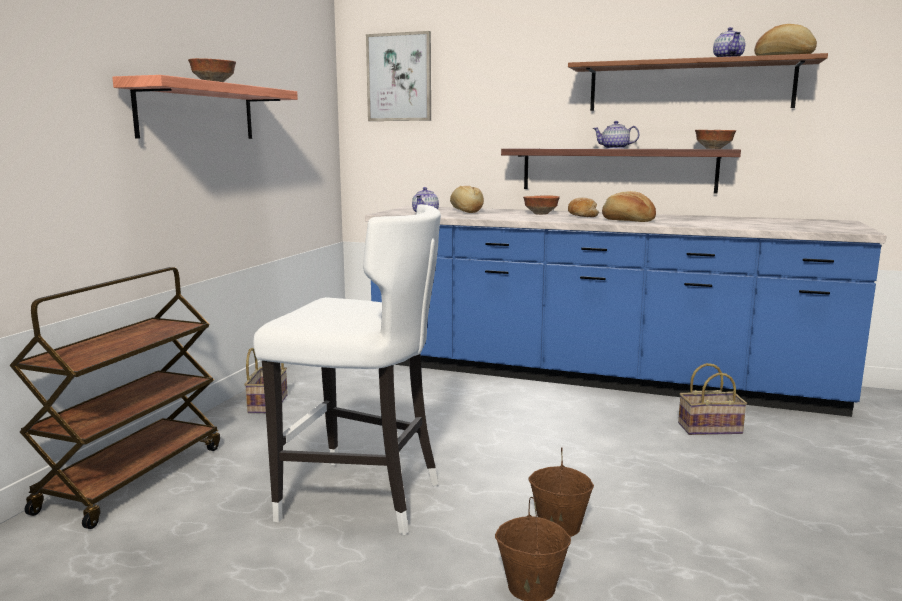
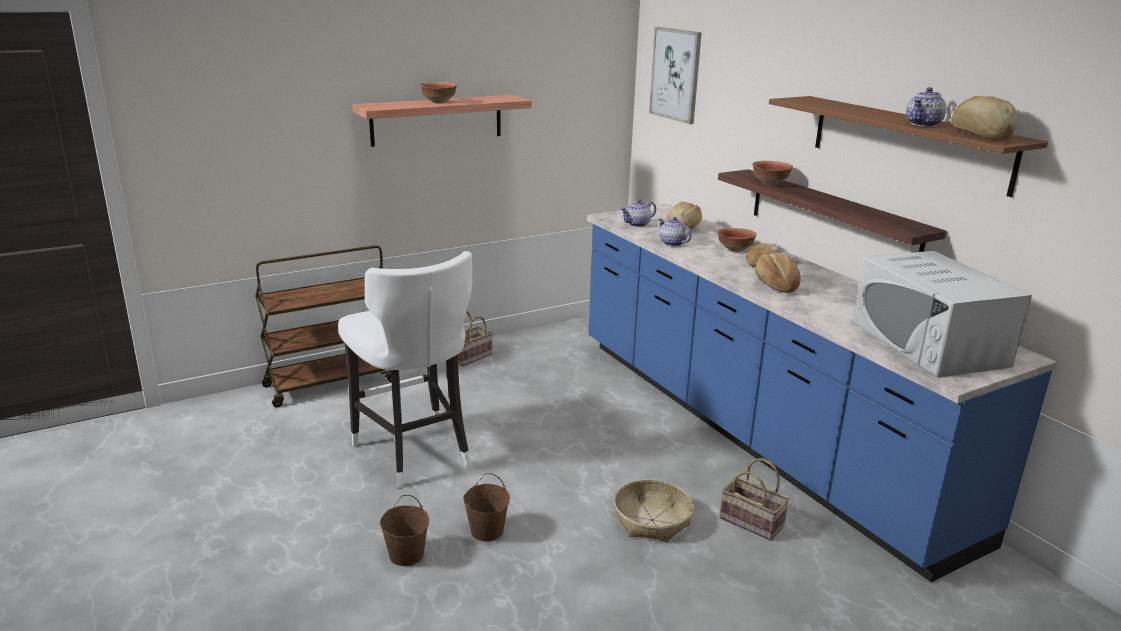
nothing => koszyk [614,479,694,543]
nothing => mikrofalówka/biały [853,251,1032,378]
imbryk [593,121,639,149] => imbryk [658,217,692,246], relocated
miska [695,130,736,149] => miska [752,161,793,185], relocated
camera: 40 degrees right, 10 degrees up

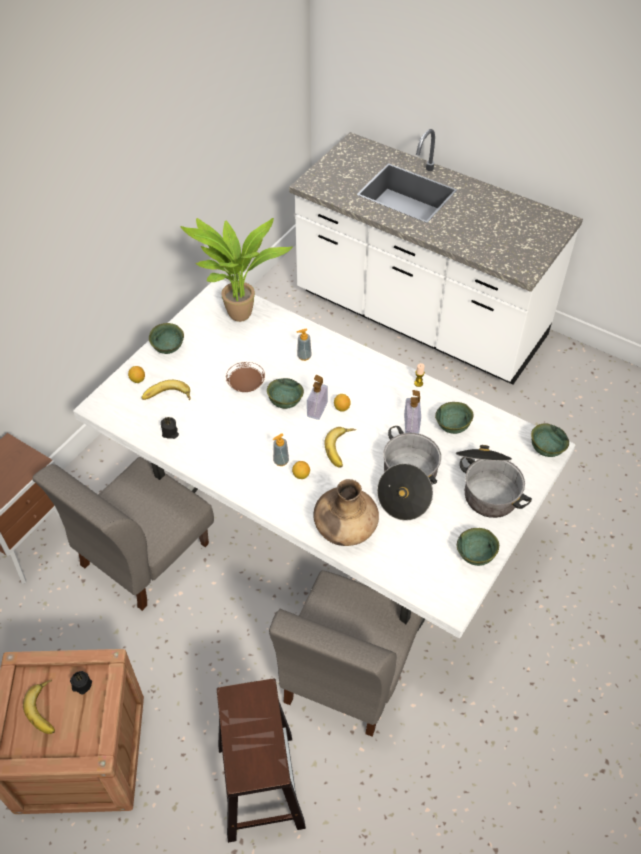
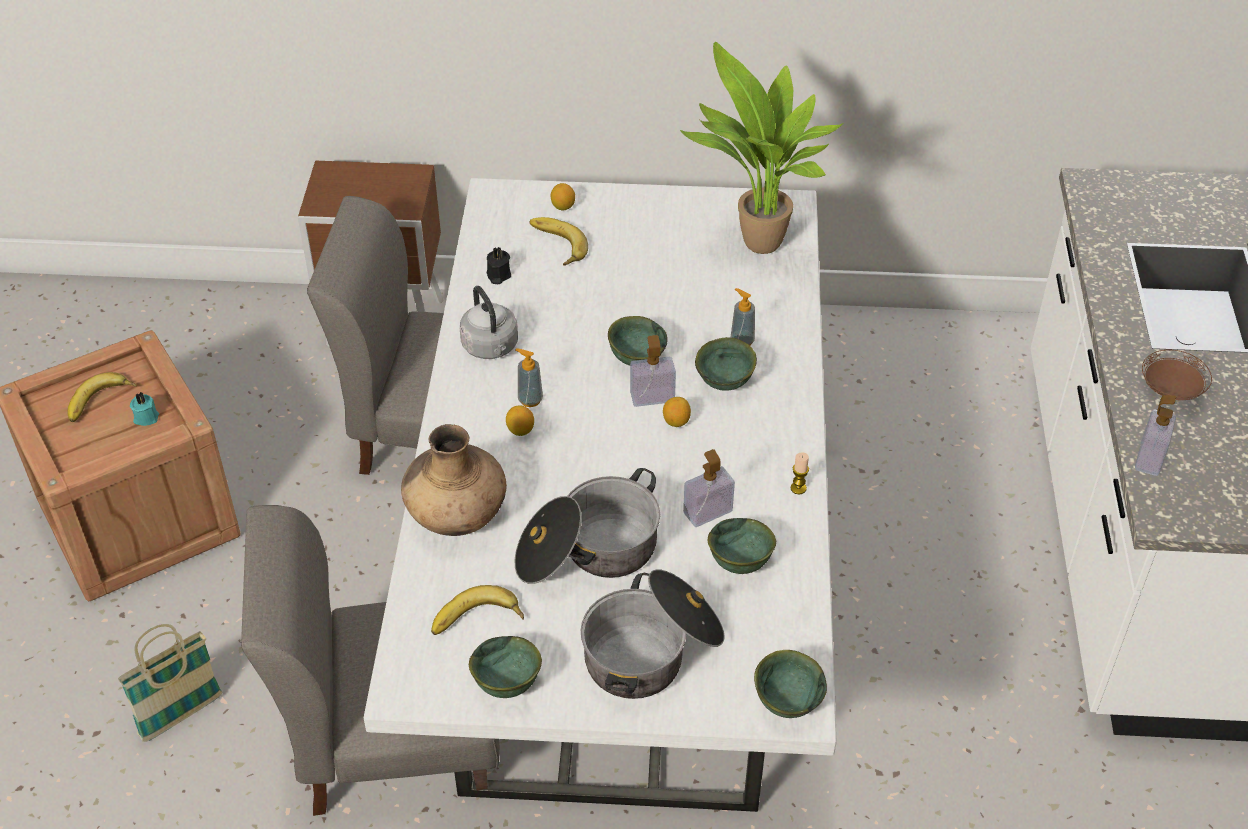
nothing => czajnik/szary [460,286,518,359]
nothing => dozownik mydła [1135,395,1176,476]
miska/zielony [149,323,184,354] => miska/zielony [695,337,757,391], relocated
talerz/brązowy [226,362,265,392] => talerz/brązowy [1142,350,1212,400], relocated
banan [324,427,356,468] => banan [431,585,524,635], relocated
stołek/brązowy [217,679,306,843] => koszyk [118,624,222,742]
świeca/czarny [70,671,92,695] => świeca/turkusowy [130,392,159,426]
camera: 60 degrees right, 5 degrees down

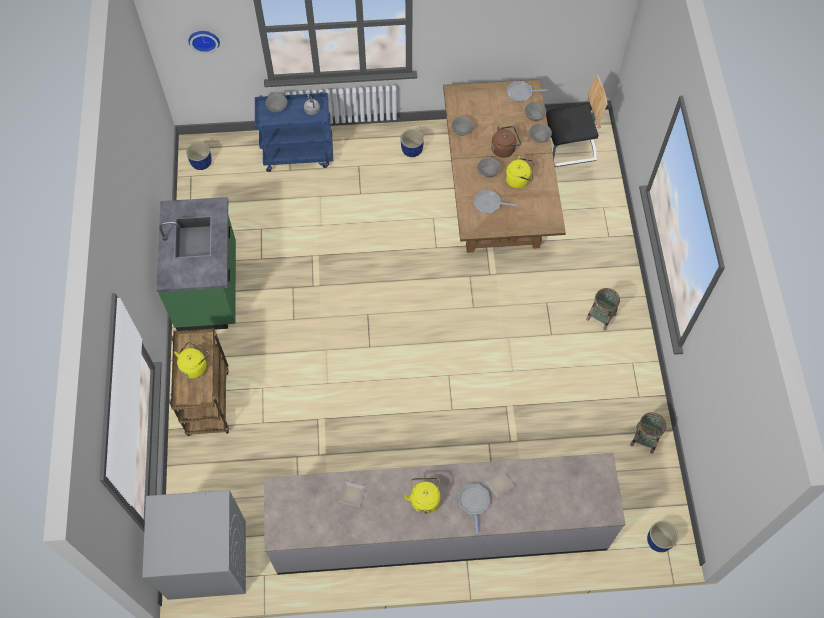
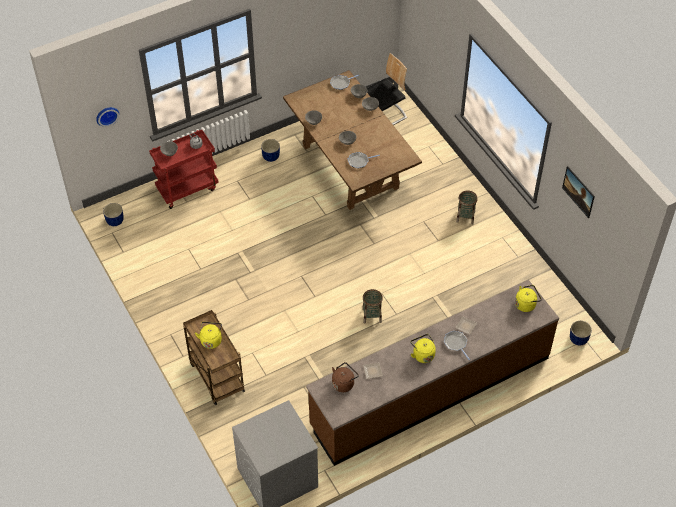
zabudowa kuchenna/zielony [156,197,236,331] => nothing
nothing => obraz [562,166,595,218]
czajnik/brązowy [491,126,521,158] => czajnik/brązowy [332,362,359,392], relocated
czajnik/żółty [505,156,534,188] => czajnik/żółty [515,285,542,312], relocated
koszyk [630,412,666,454] => koszyk [362,289,383,324], relocated
wózek/niebieski [255,92,333,172] => wózek/czerwony [149,130,219,209]
zabudowa kuchenna/szary [264,453,626,574] => zabudowa kuchenna/brązowy [306,280,559,466]
camera: 25 degrees left, 10 degrees down

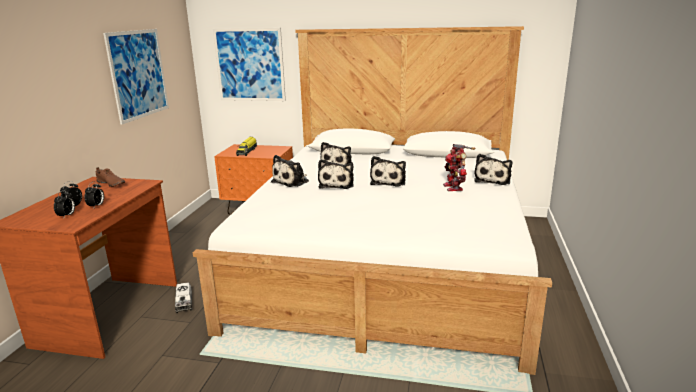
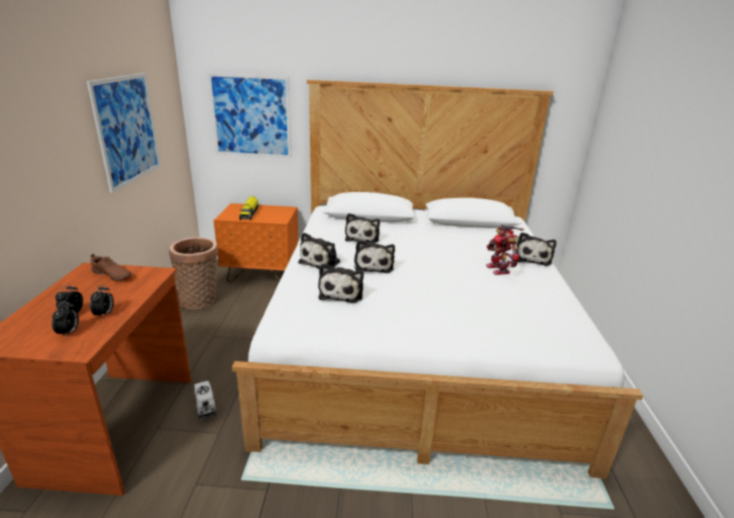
nothing => koszyk [169,237,218,310]
pluszak [370,156,406,187] => pluszak [318,263,364,303], relocated
camera: 10 degrees left, 5 degrees up

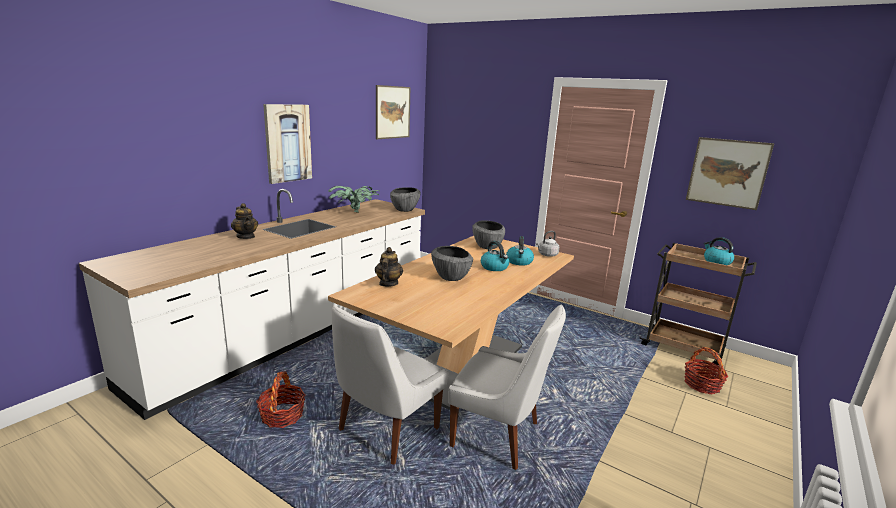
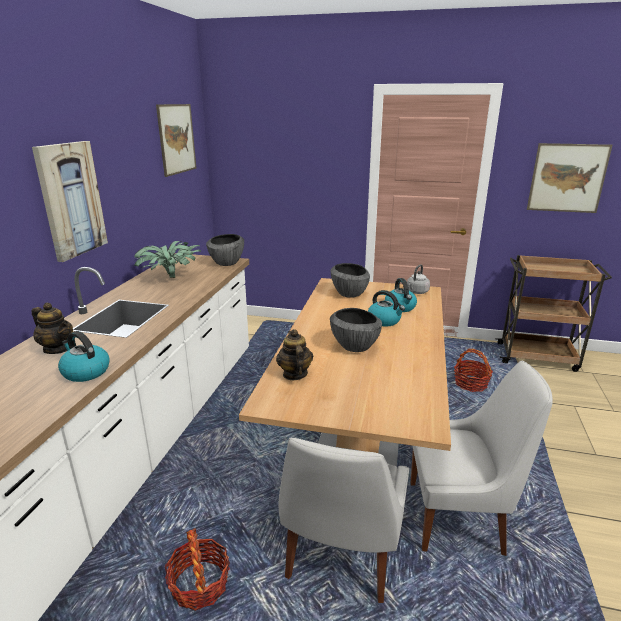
koszyk [684,347,728,394] => koszyk [454,349,493,392], relocated
czajnik [704,237,735,265] => czajnik [58,331,110,382], relocated
camera: 20 degrees left, 5 degrees up

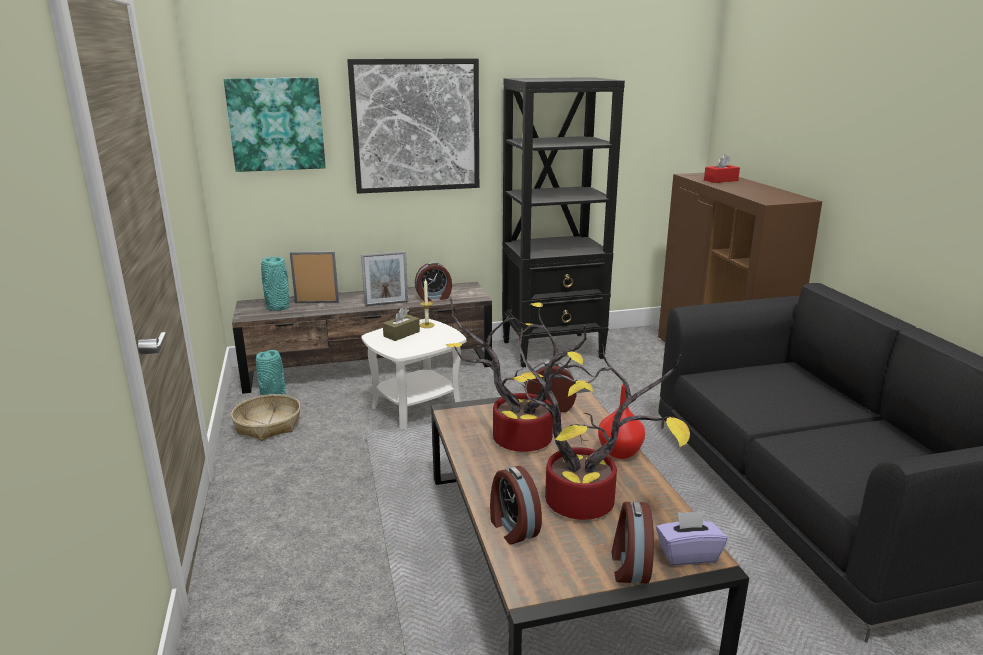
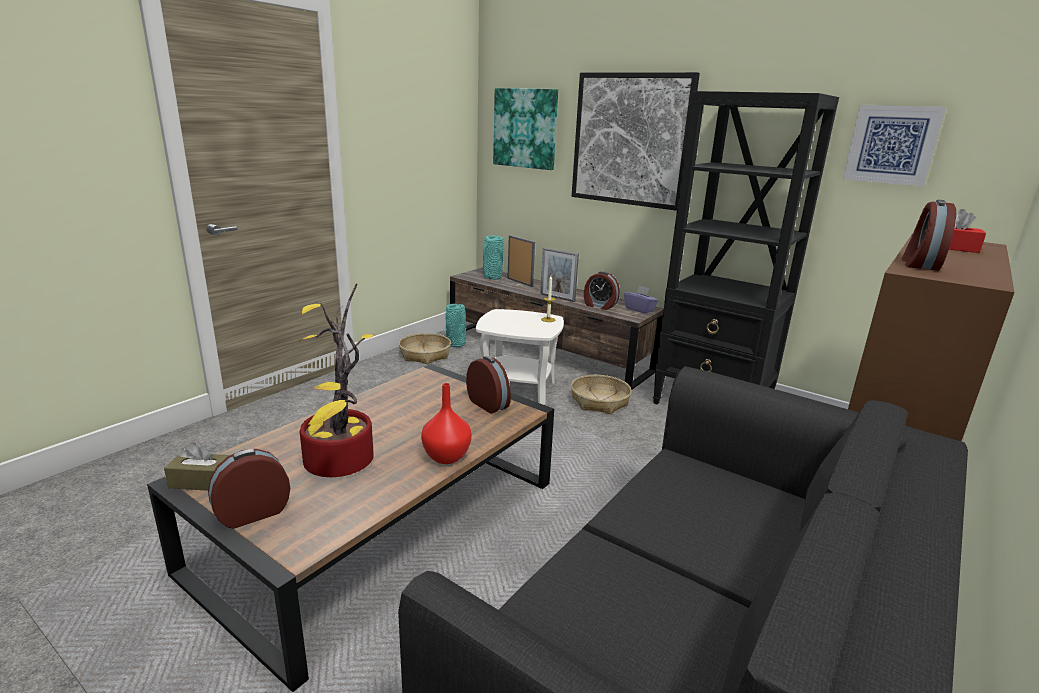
roślina doniczkowa [446,298,593,452] => nothing
nothing => koszyk [571,375,631,414]
nothing => obraz [843,105,946,186]
pudełko chusteczek/brązowy [383,307,420,341] => pudełko chusteczek/brązowy [164,442,230,491], relocated
budzik [490,466,542,545] => budzik [902,200,956,271], relocated
pudełko chusteczek/fioletowy [656,511,727,565] => pudełko chusteczek/fioletowy [624,285,658,314], relocated
camera: 50 degrees right, 0 degrees up

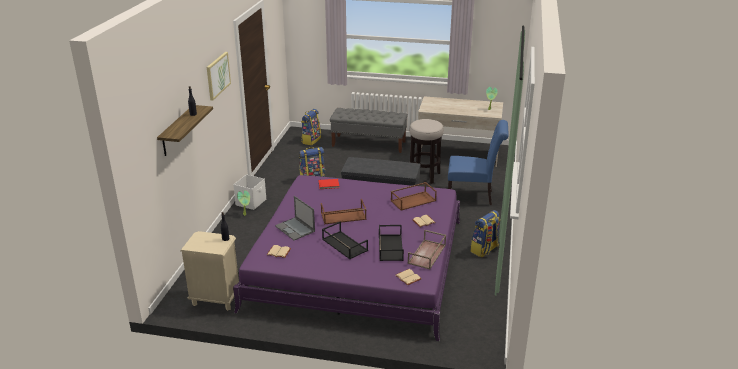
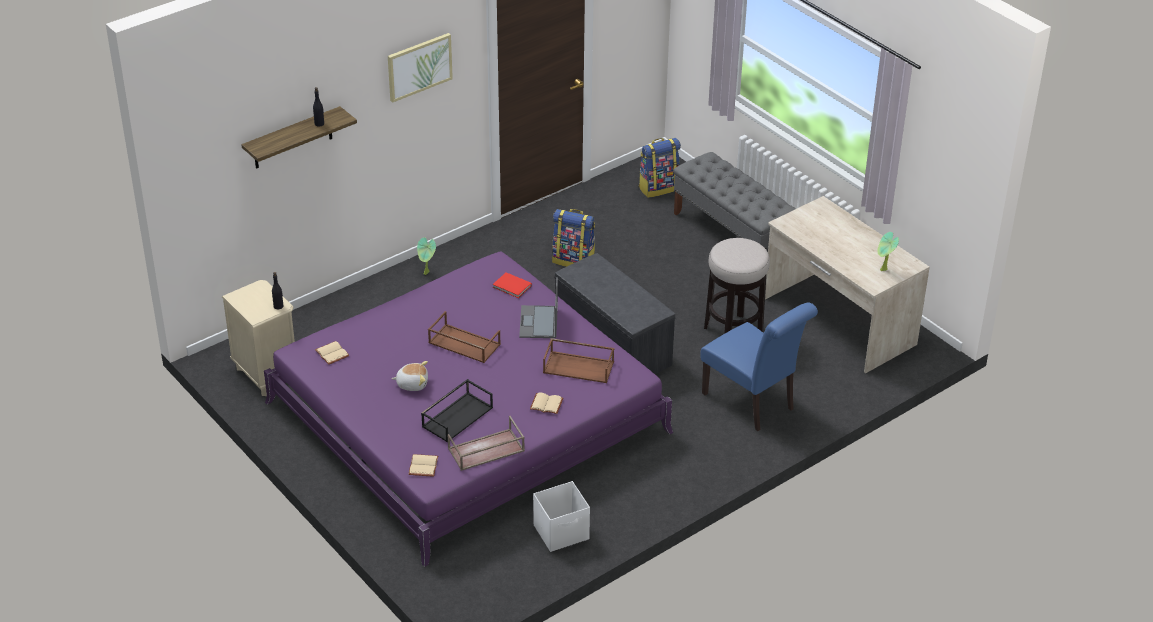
plecak [470,210,500,258] => nothing
pojemnik do przechowywania/biały [233,174,266,210] => pojemnik do przechowywania/biały [533,481,590,552], relocated
laptop [275,196,315,240] => laptop [519,277,558,338], relocated
taca/czarny [322,221,368,259] => pluszak [392,361,428,391]
camera: 40 degrees right, 10 degrees up

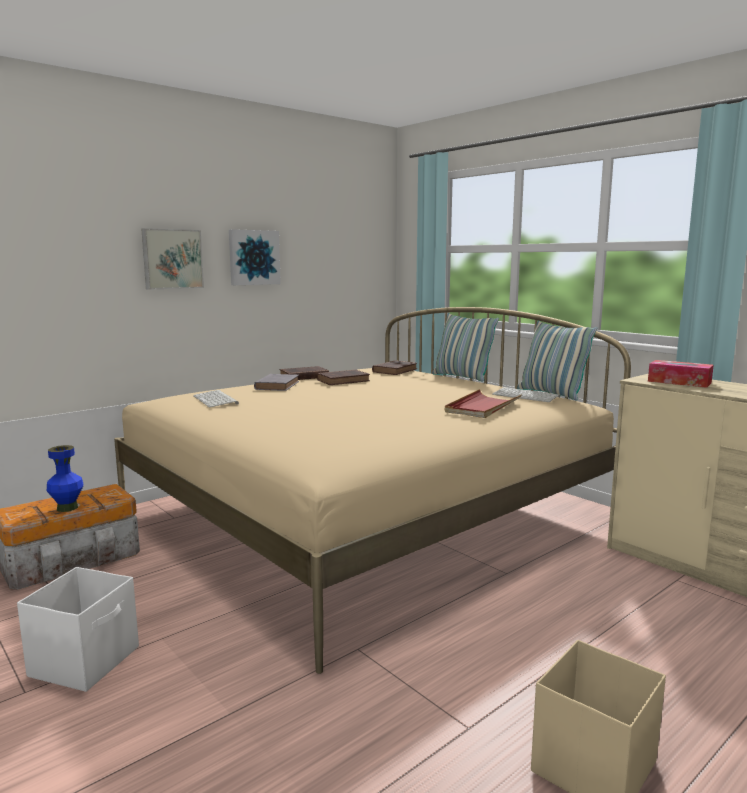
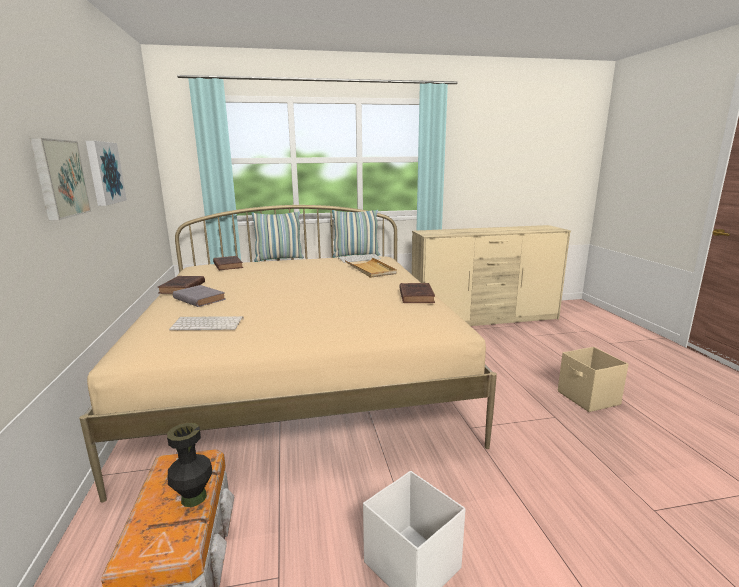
pudełko chusteczek [648,360,714,388] => nothing
książka/brązowy [317,370,370,385] => książka/brązowy [399,283,435,303], relocated
wazon/niebieski [47,445,83,512] => wazon/czarny [167,423,212,507]
taca/czerwony [445,389,522,418] => taca/beżowy [345,257,397,278]
camera: 60 degrees left, 5 degrees up

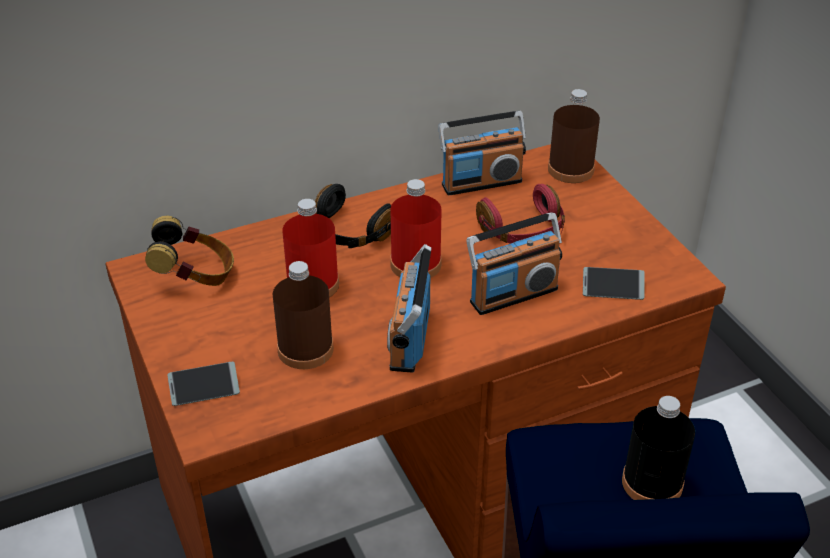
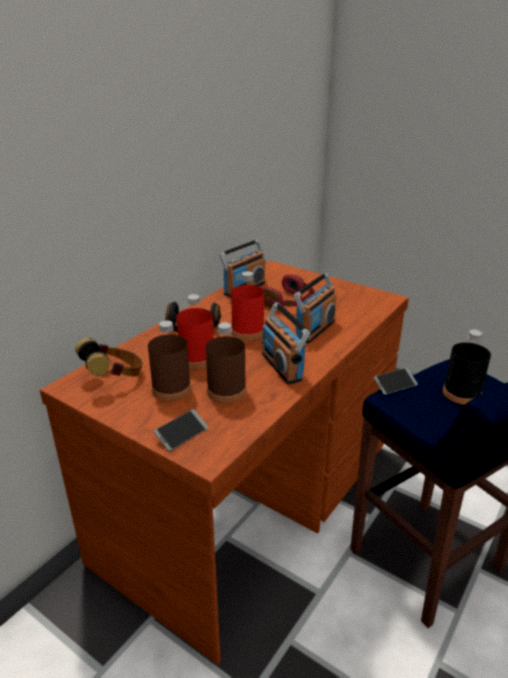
butelka/brązowy [548,89,600,183] => butelka/brązowy [148,320,191,401], relocated
telefon [583,267,644,300] => telefon [374,368,418,395], relocated
camera: 30 degrees left, 10 degrees down

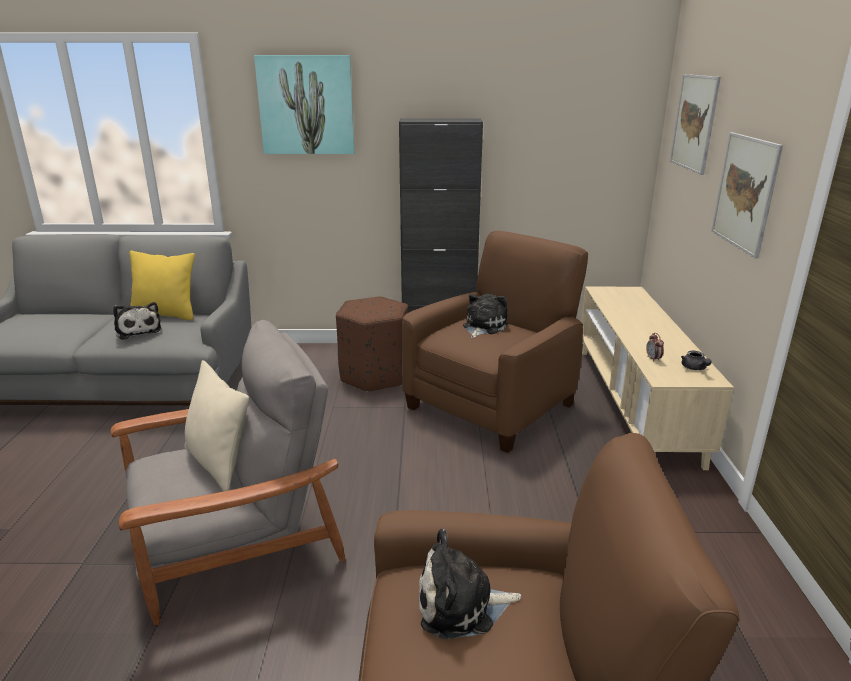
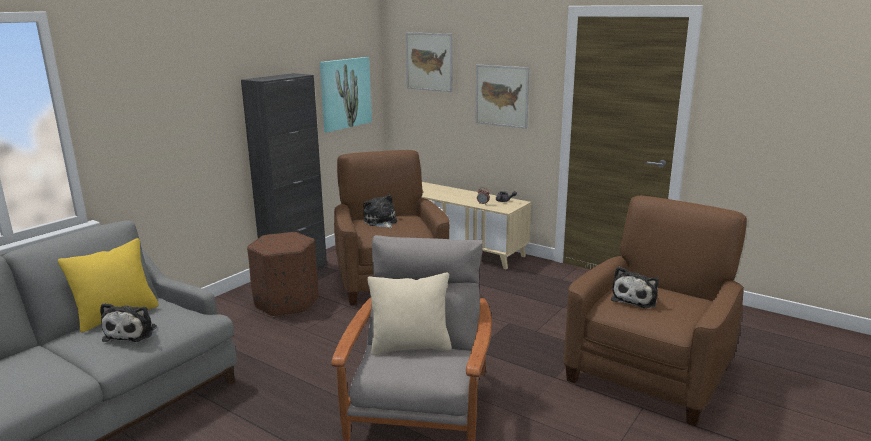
obraz [254,55,354,154] => obraz [320,57,372,132], relocated
pluszak [113,302,162,340] => pluszak [100,303,157,342], 90 degrees clockwise
camera: 55 degrees left, 5 degrees down

